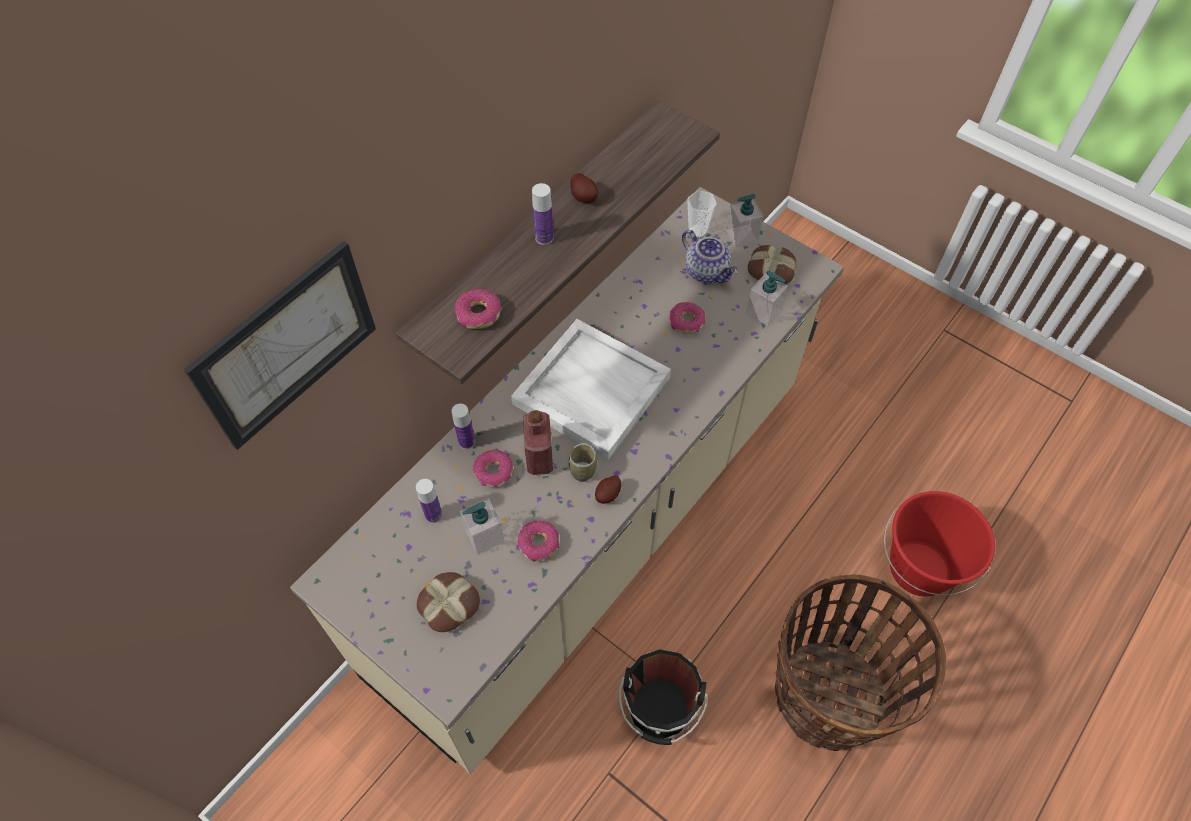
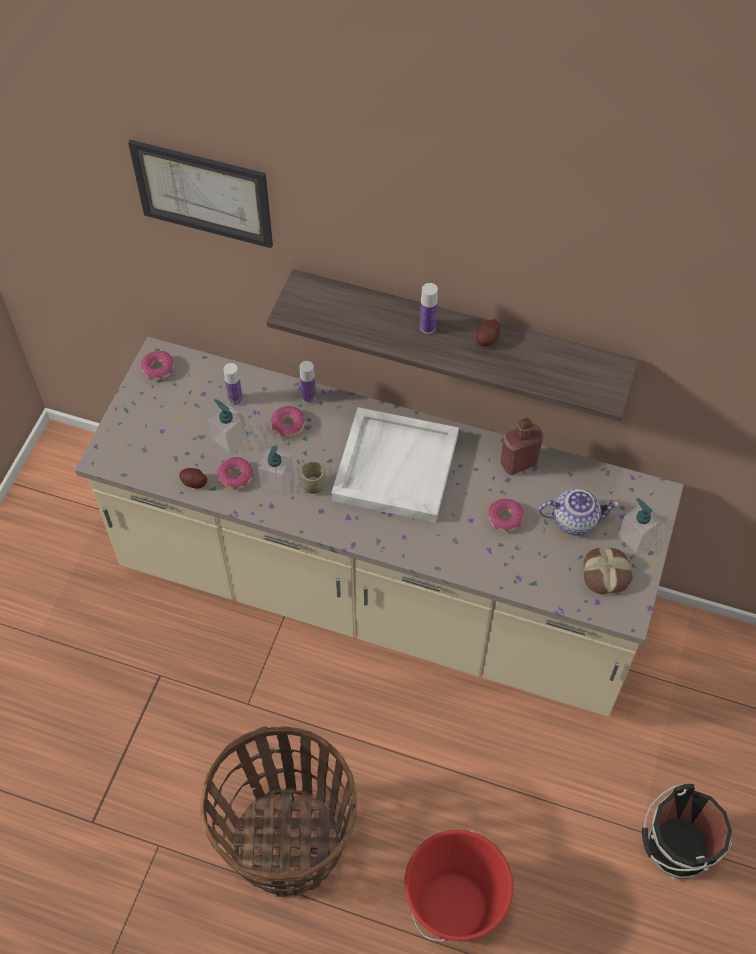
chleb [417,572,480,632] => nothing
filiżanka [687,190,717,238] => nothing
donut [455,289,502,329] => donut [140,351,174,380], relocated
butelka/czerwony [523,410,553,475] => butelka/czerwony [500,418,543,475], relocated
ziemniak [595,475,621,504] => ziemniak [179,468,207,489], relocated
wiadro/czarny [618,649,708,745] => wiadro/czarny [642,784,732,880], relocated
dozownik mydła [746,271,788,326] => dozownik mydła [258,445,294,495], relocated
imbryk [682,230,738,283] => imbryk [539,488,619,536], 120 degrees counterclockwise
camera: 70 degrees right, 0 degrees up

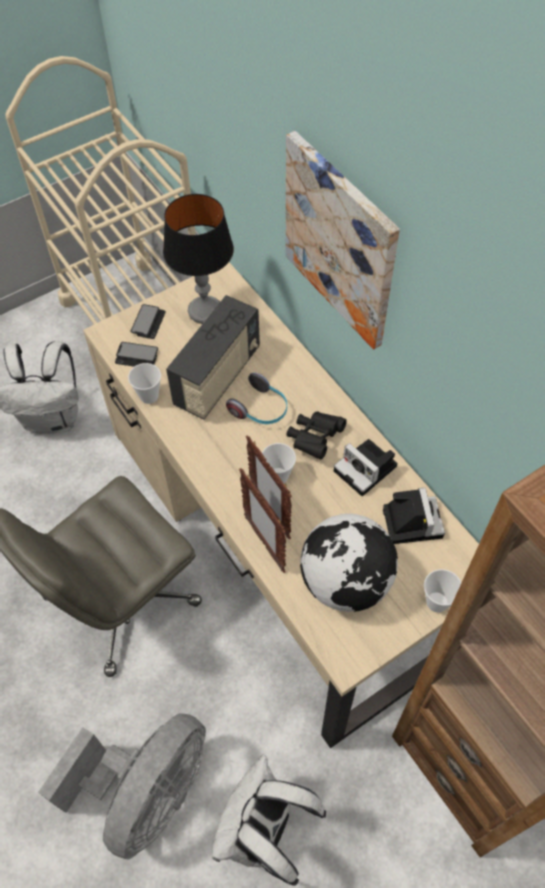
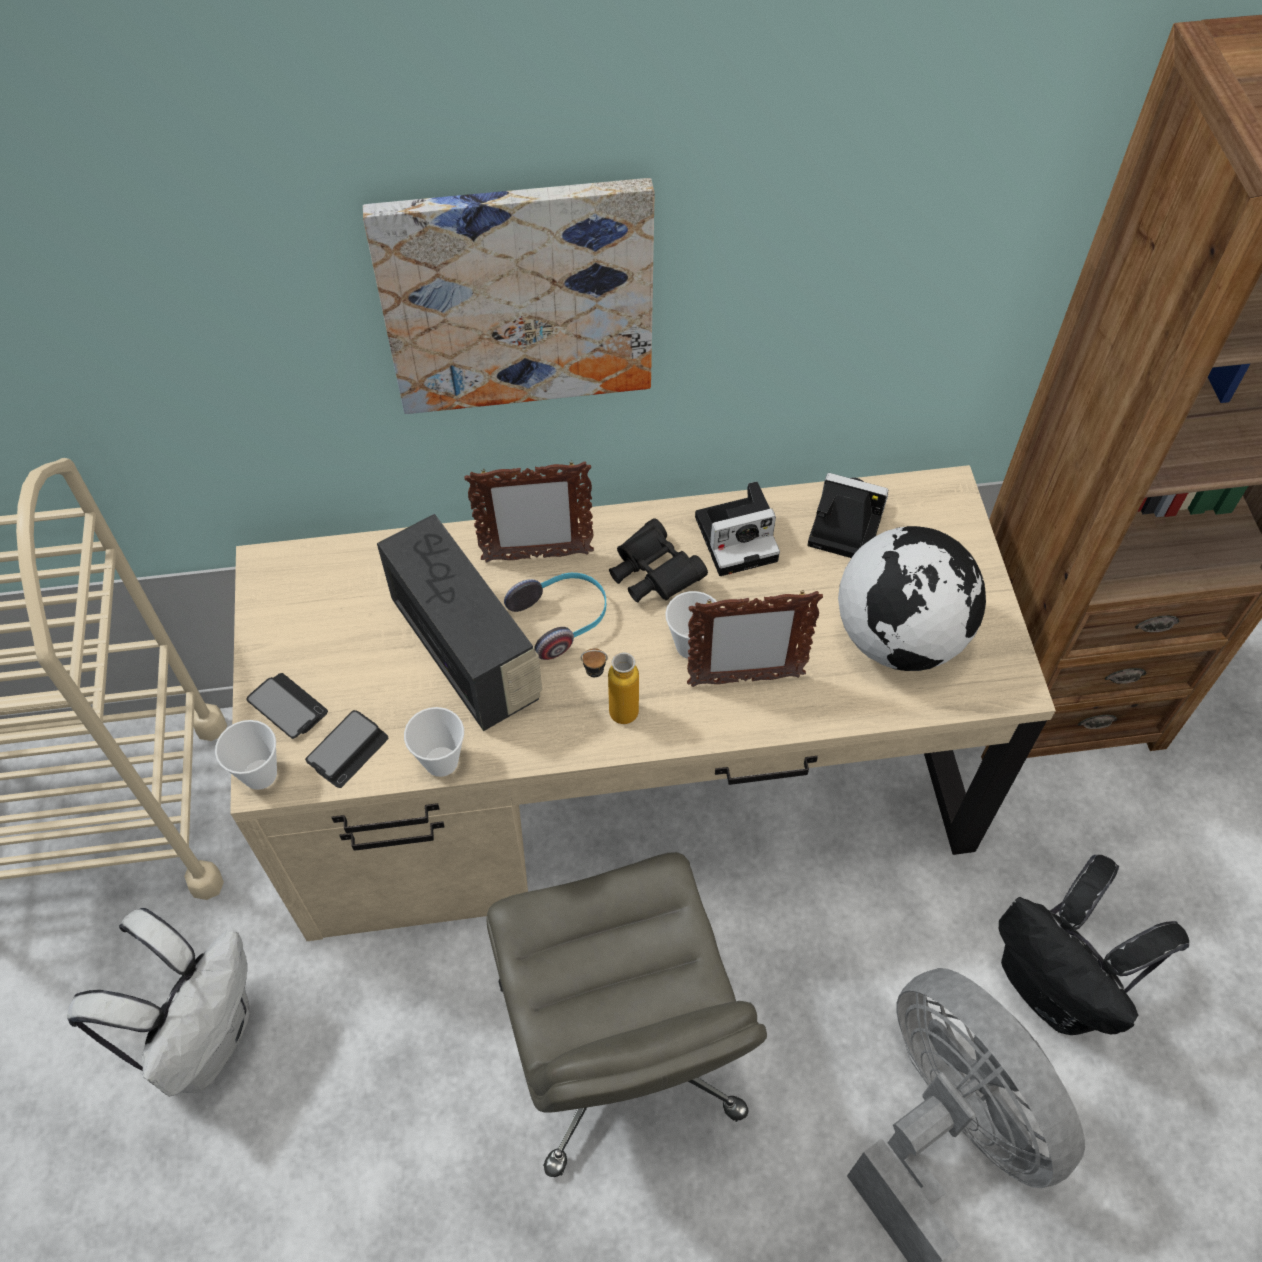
lampa stołowa [163,194,234,324] => nothing
nothing => butelka [581,648,639,724]
ramka na zdjęcie [239,468,286,573] => ramka na zdjęcie [464,461,594,563], relocated
filiżanka [424,569,461,612] => filiżanka [215,720,277,790], relocated
plecak/biały [212,755,326,886] => plecak/czarny [999,855,1189,1035]
camera: 65 degrees left, 0 degrees up

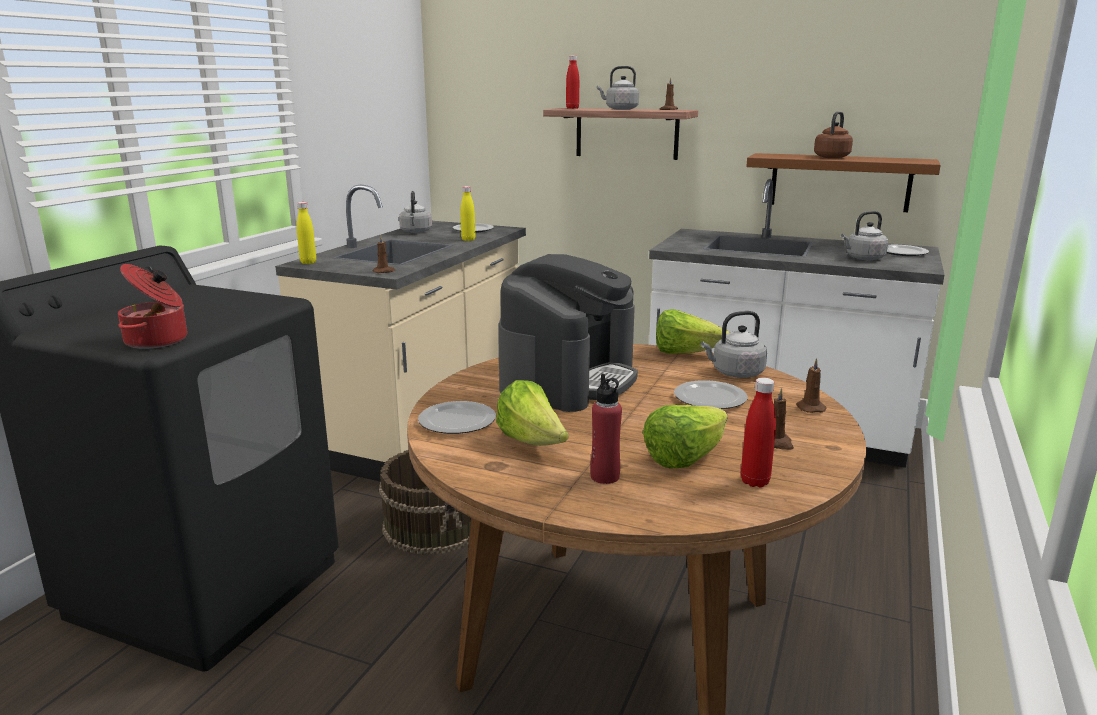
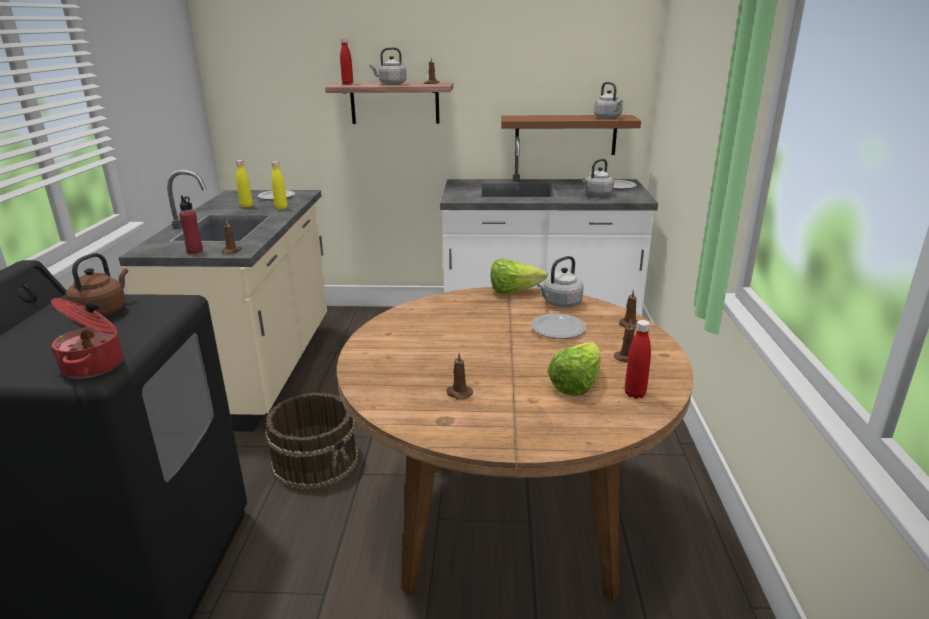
talerz [418,401,496,434] => nothing
ekspres do kawy [499,254,638,412] => nothing
butelka/żółty [297,202,316,264] => butelka/żółty [236,160,253,208], relocated
czajnik/szary [399,191,432,233] => czajnik/szary [594,82,623,119], relocated
butelka/czerwony [590,374,622,484] => butelka/czerwony [179,196,203,254], relocated
czajnik/brązowy [814,111,853,158] => czajnik/brązowy [66,253,128,317], relocated
sałata [496,380,569,446] => świeca/brązowy [447,353,473,400]
camera: 20 degrees left, 5 degrees up

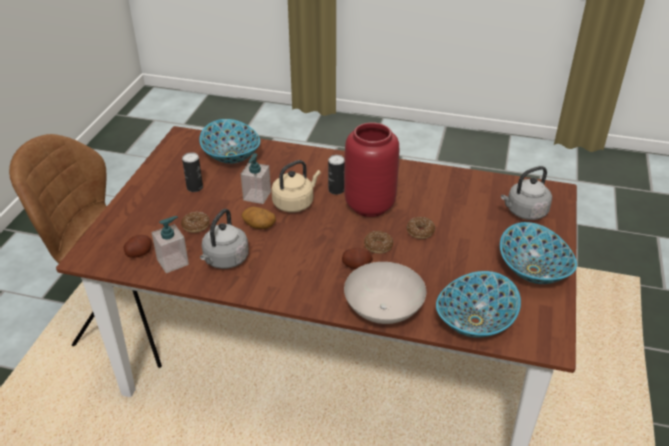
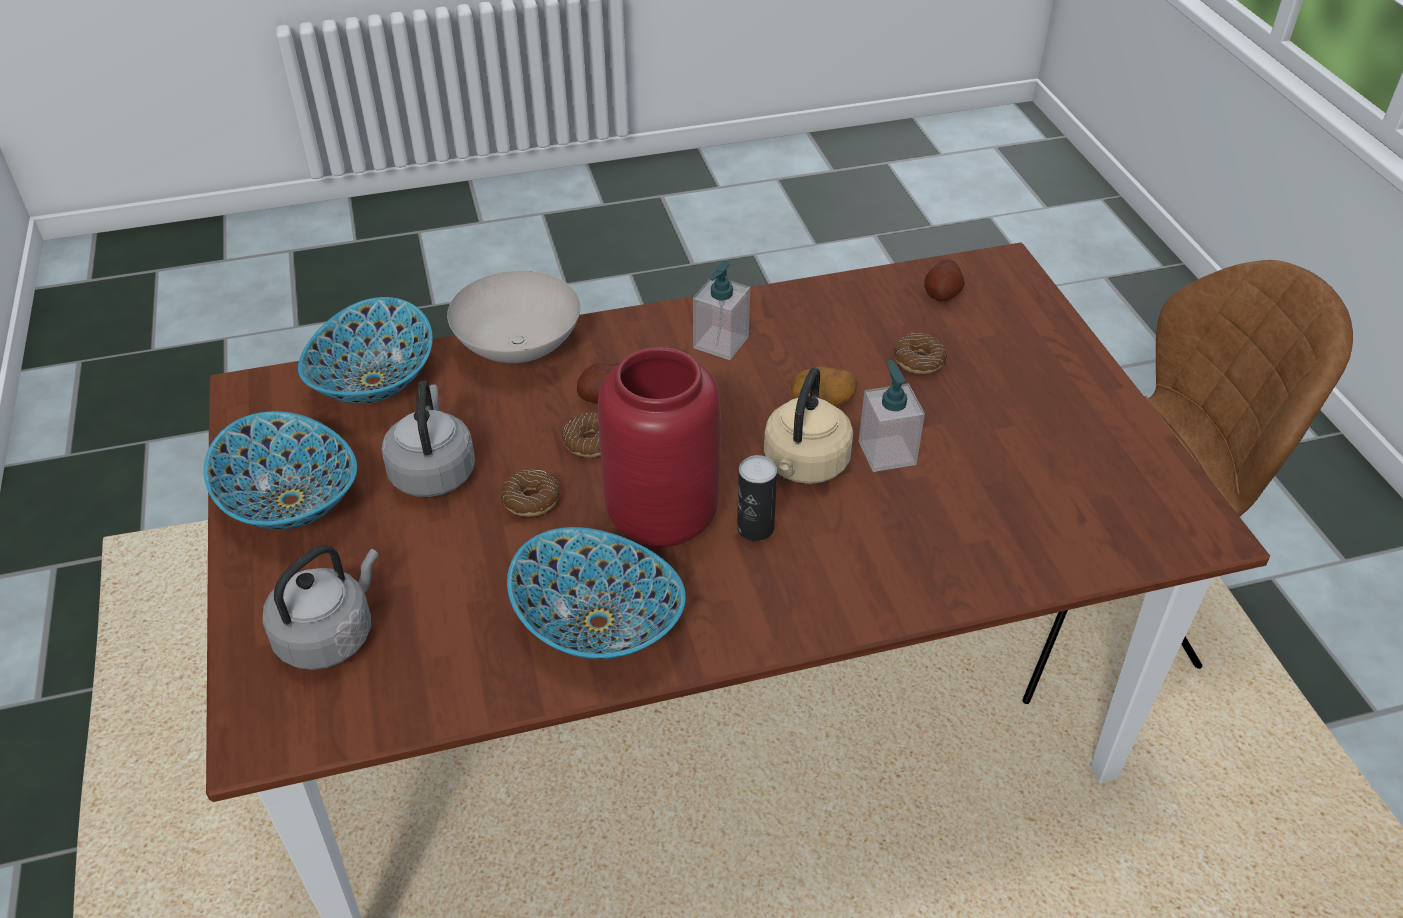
puszka [182,152,203,192] => nothing
dozownik mydła [152,216,189,273] => dozownik mydła [693,261,750,360], relocated
miska [199,119,260,164] => miska [507,527,686,660], relocated
czajnik/szary [200,209,249,269] => czajnik/szary [382,380,475,497], relocated
camera: 150 degrees right, 5 degrees up

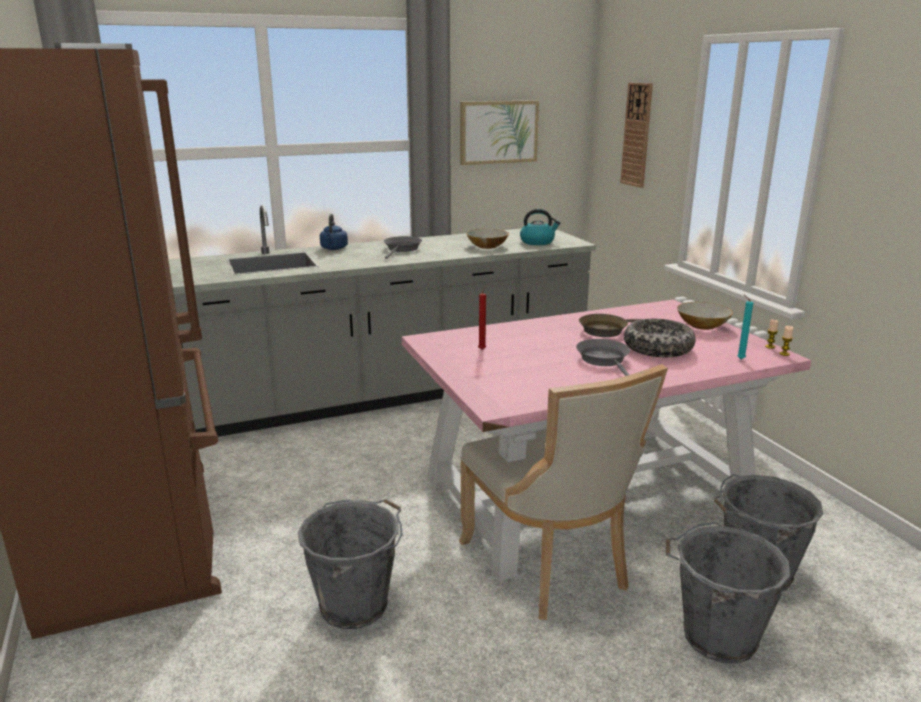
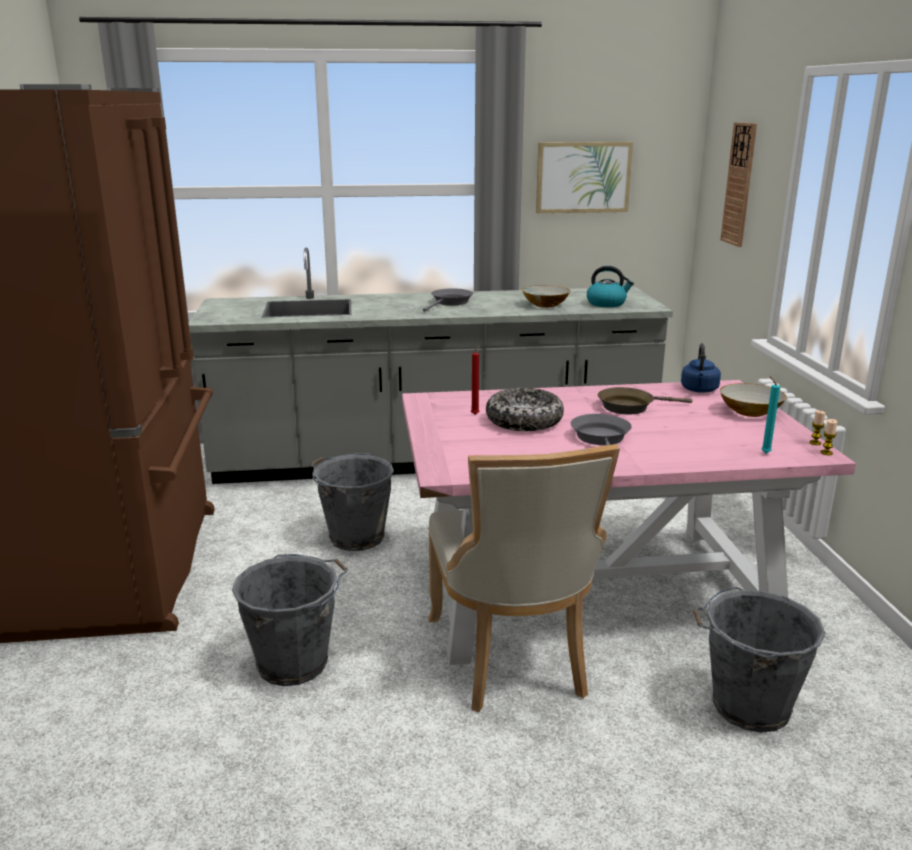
czajnik/niebieski [320,214,348,250] => czajnik/niebieski [681,343,721,393], relocated
miska [624,319,696,357] => miska [486,388,564,431], relocated
wiadro/szary [666,522,790,664] => wiadro/szary [310,453,394,551], relocated
camera: 15 degrees right, 0 degrees up

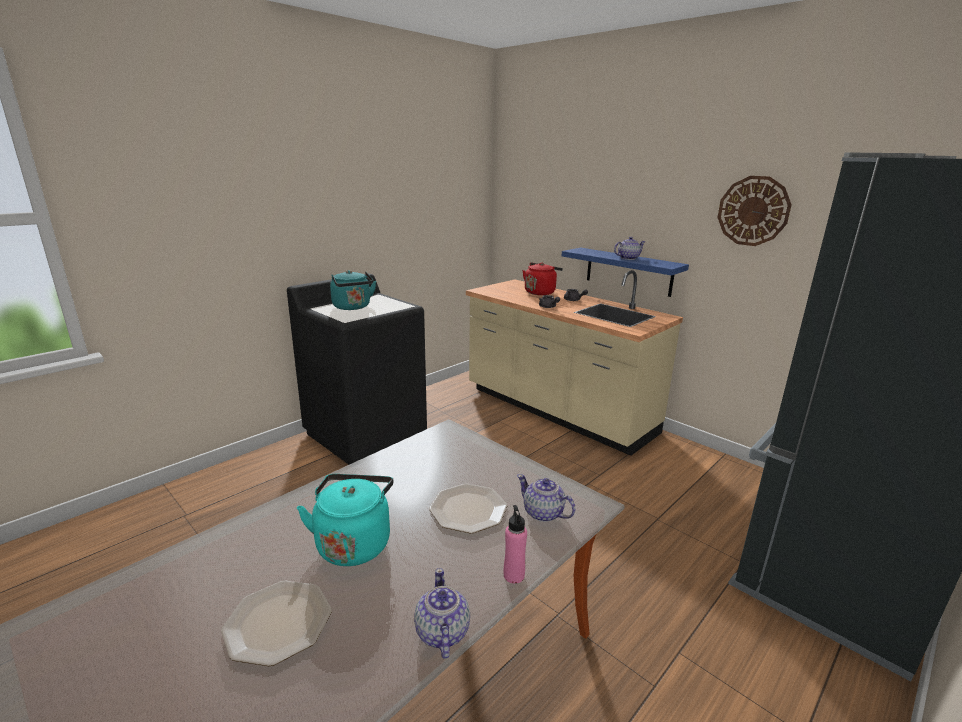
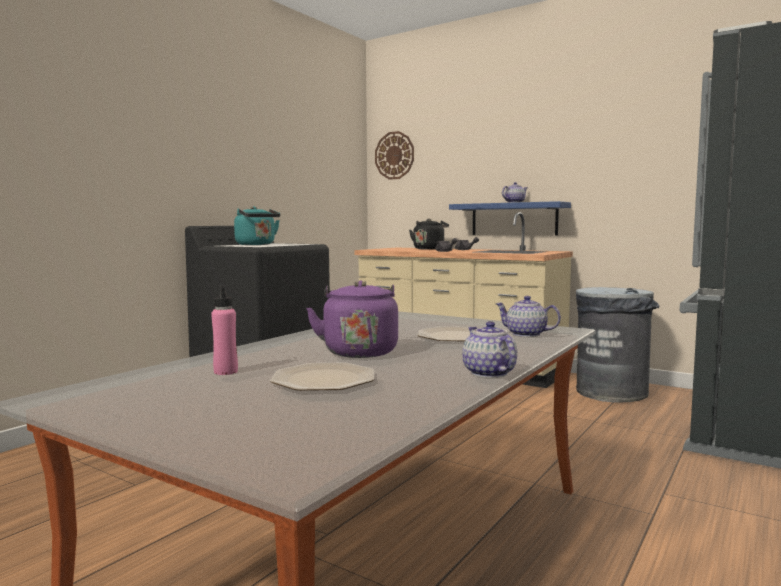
nothing => kosz na śmieci/szary [576,287,660,403]
butelka/różowy [504,505,527,584] => butelka/różowy [211,285,238,375], relocated
zegar ścienny [717,176,792,246] => zegar ścienny [375,131,414,180], relocated
czajnik/turkusowy [297,474,393,566] => czajnik/fioletowy [306,280,398,358]
czajnik/czerwony [522,263,563,295] => czajnik/czarny [409,219,449,250]
camera: 10 degrees left, 15 degrees down

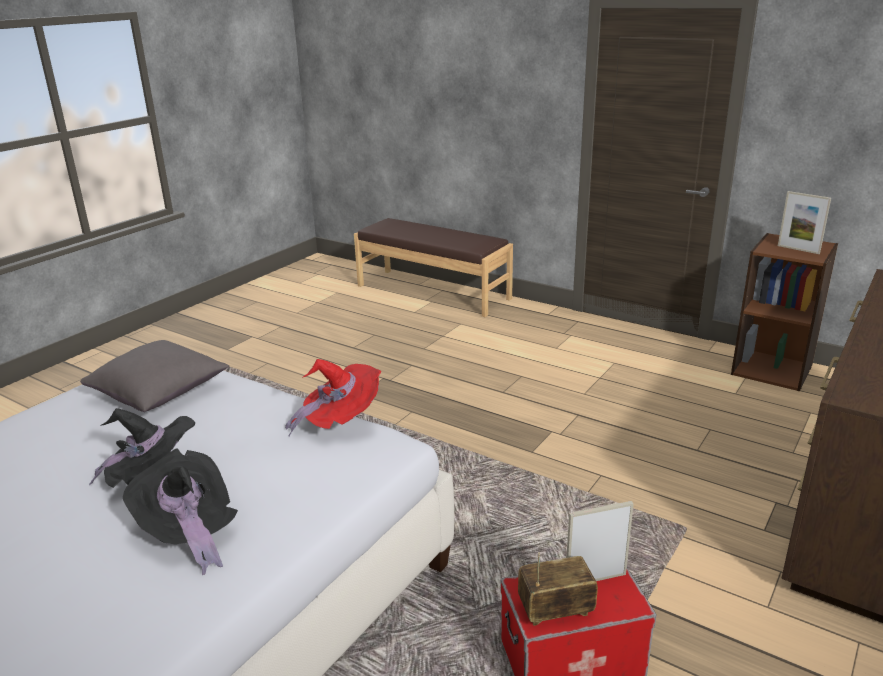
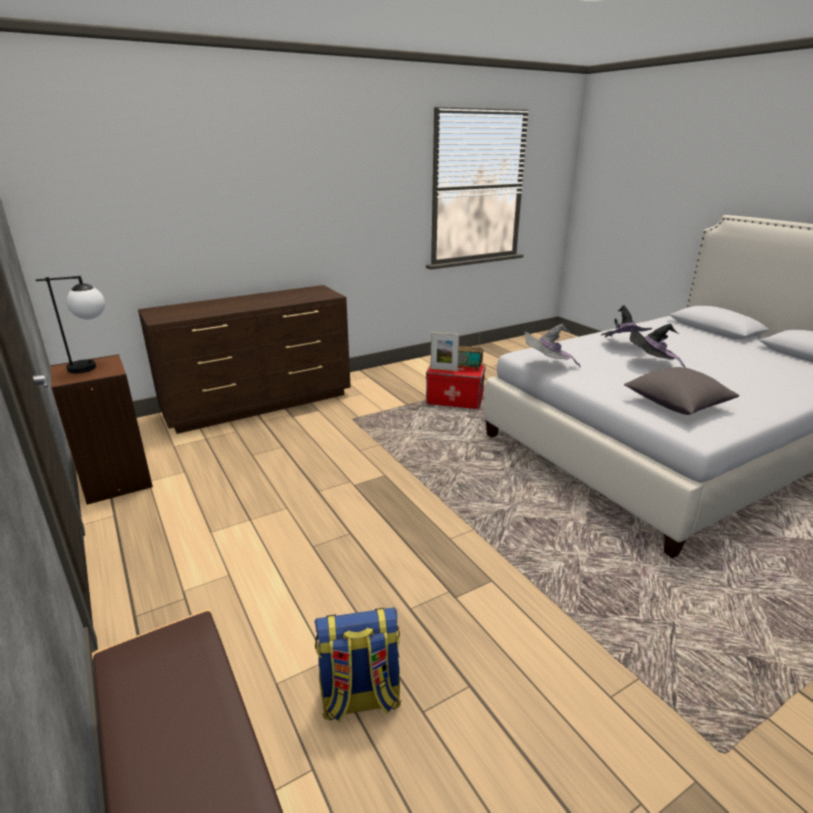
nothing => plecak [314,608,401,722]
ramka na zdjęcie [778,191,831,254] => lampa stołowa [36,276,105,373]
kapelusz/czerwony [285,359,381,436] => kapelusz/szary [525,323,581,368]
camera: 155 degrees left, 0 degrees up

